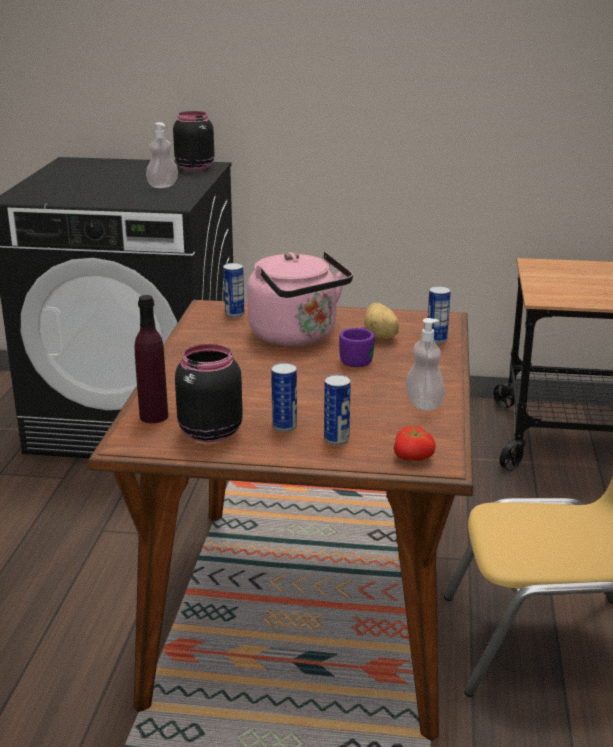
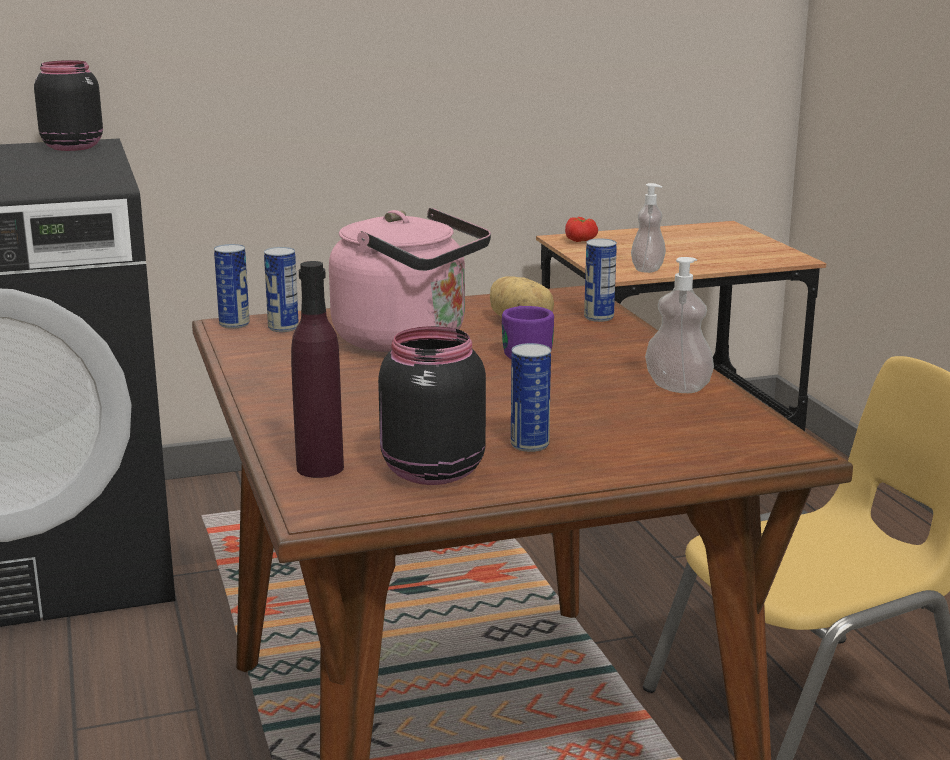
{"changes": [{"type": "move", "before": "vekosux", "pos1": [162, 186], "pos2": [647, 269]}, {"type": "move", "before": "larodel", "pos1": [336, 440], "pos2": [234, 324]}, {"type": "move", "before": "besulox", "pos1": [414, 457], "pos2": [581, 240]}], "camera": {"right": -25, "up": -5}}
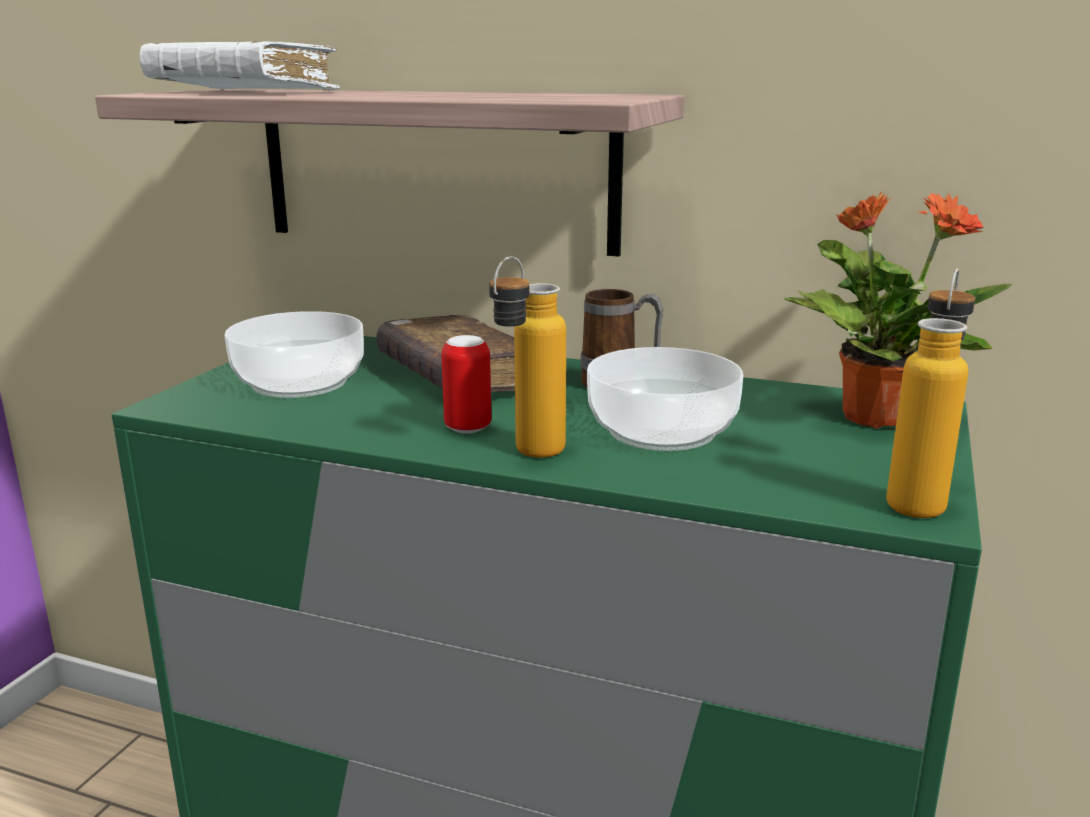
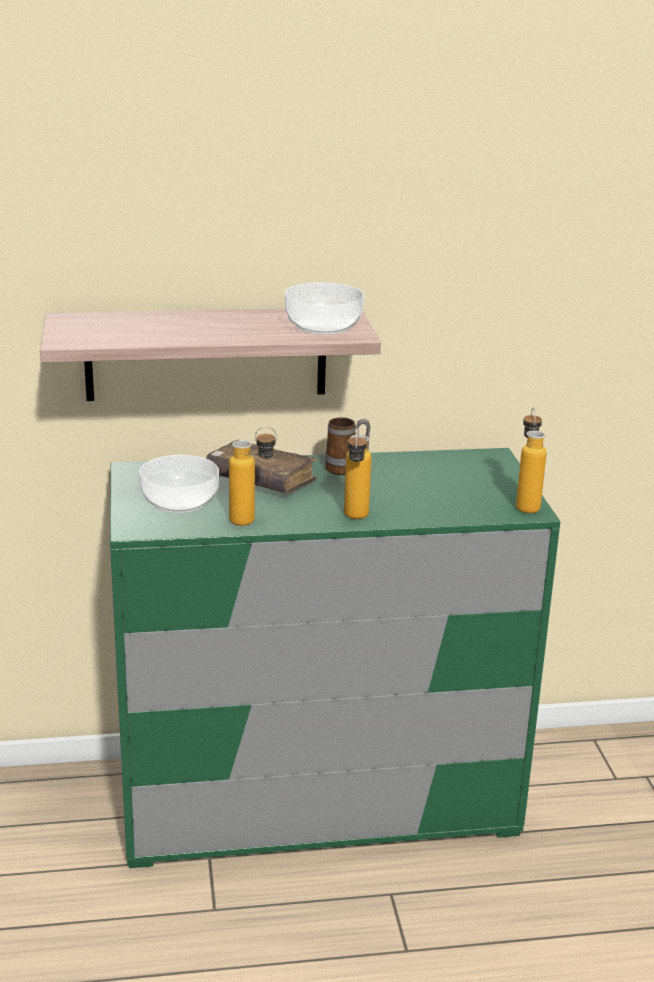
{"changes": [{"type": "delete", "before": "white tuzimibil", "pos1": [242, 92]}, {"type": "delete", "before": "larodel", "pos1": [468, 428]}, {"type": "move", "before": "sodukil", "pos1": [660, 431], "pos2": [323, 326]}, {"type": "delete", "before": "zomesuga", "pos1": [874, 416]}, {"type": "insert", "after": "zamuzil", "pos2": [252, 521]}], "camera": {"right": -30, "up": 5}}
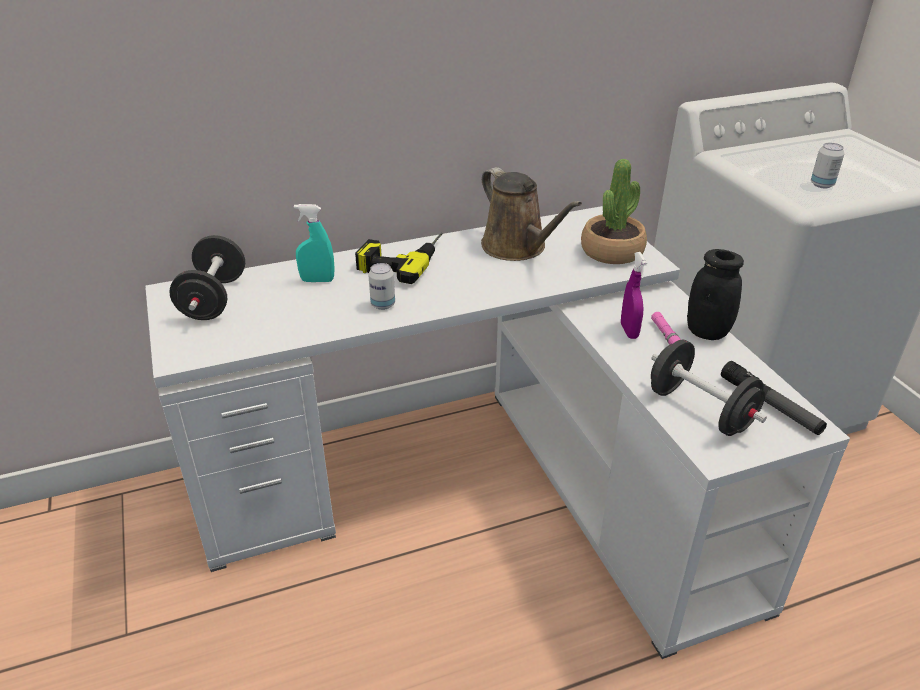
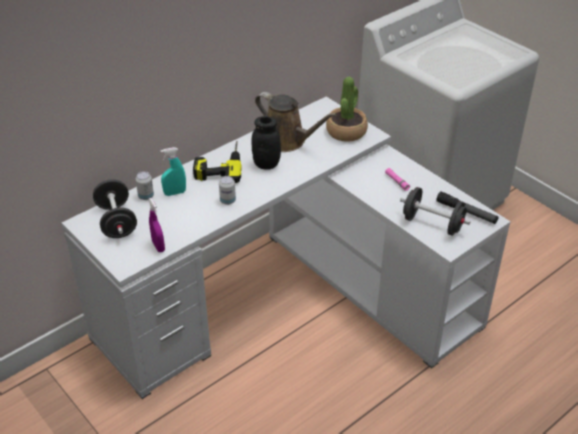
{"changes": [{"type": "move", "before": "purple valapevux", "pos1": [629, 331], "pos2": [158, 246]}, {"type": "move", "before": "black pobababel", "pos1": [707, 332], "pos2": [266, 164]}, {"type": "move", "before": "larodel", "pos1": [822, 185], "pos2": [146, 196]}], "camera": {"right": -20, "up": 5}}
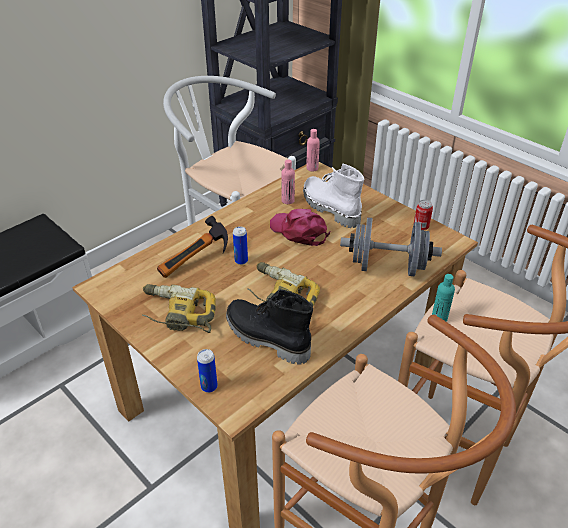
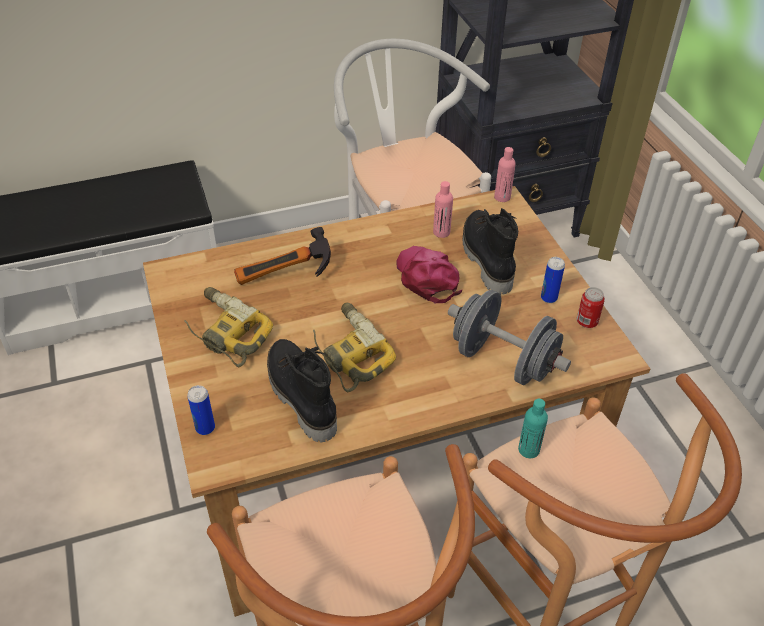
{"changes": [{"type": "move", "before": "larodel", "pos1": [241, 261], "pos2": [548, 298]}, {"type": "recolor", "before": "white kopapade", "after": "black kopapade", "pos1": [329, 209], "pos2": [485, 259]}], "camera": {"right": 25, "up": 5}}
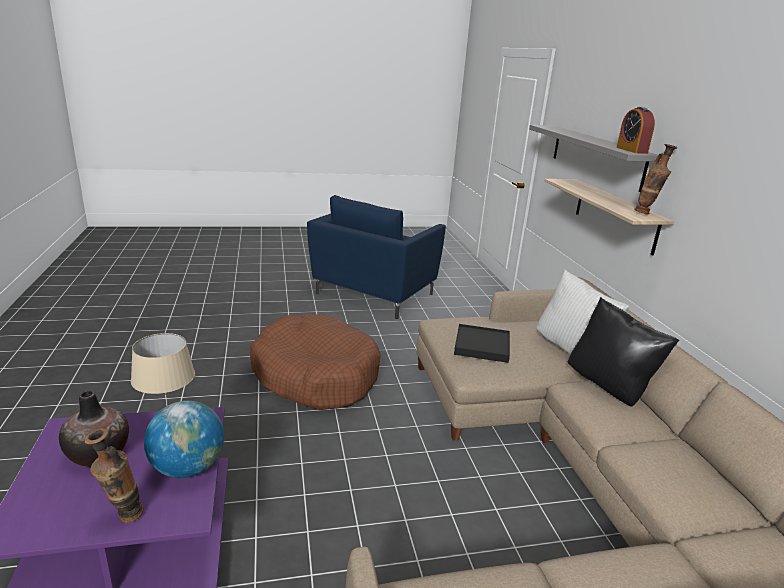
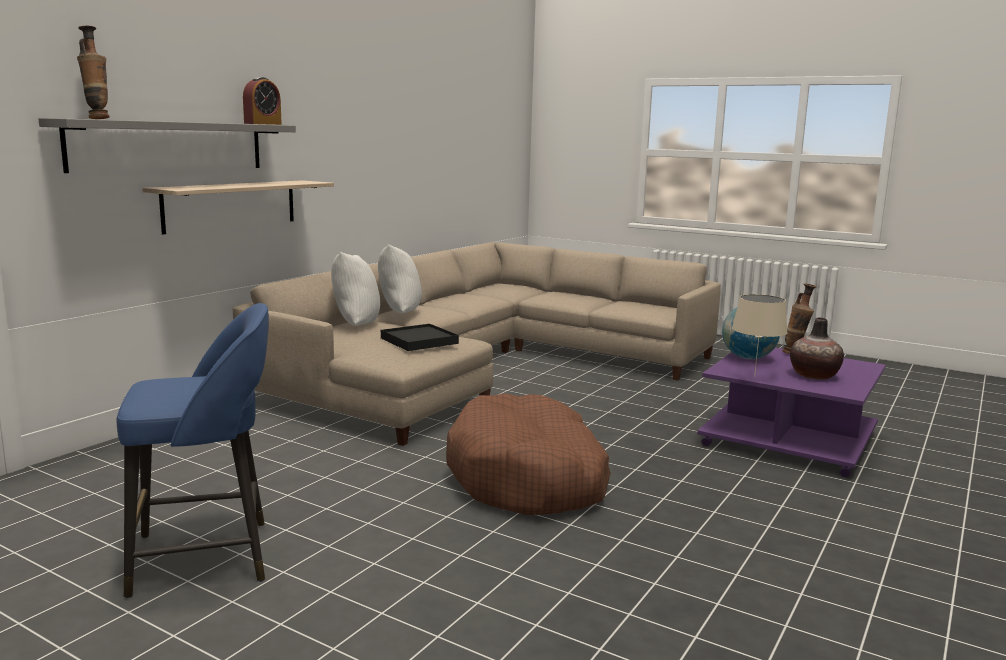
{"changes": [{"type": "replace", "before": "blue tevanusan", "after": "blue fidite", "pos1": [372, 294], "pos2": [206, 557]}, {"type": "recolor", "before": "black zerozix", "after": "white zerozix", "pos1": [609, 387], "pos2": [398, 314]}, {"type": "move", "before": "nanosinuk", "pos1": [646, 213], "pos2": [97, 119]}], "camera": {"right": -135, "up": -10}}
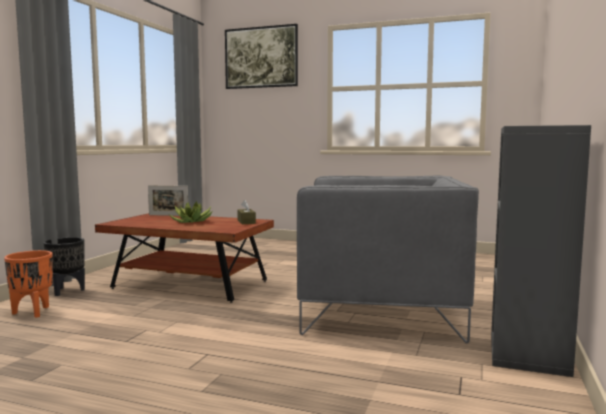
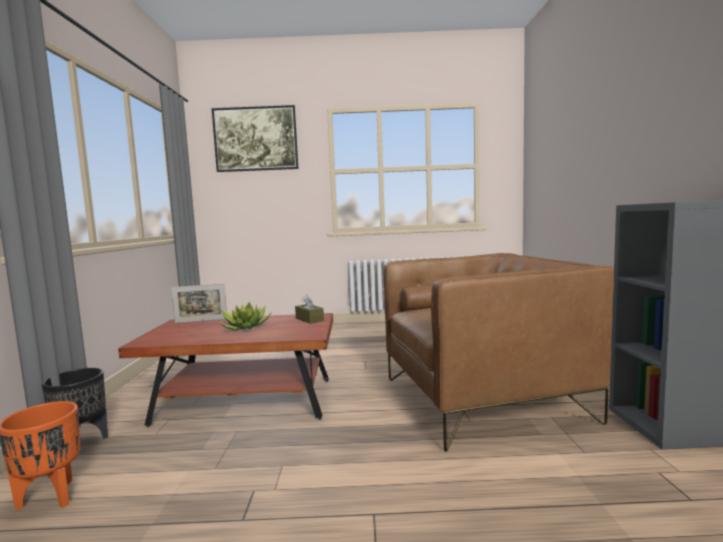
{"changes": [{"type": "recolor", "before": "grey tevanusan", "after": "brown tevanusan", "pos1": [381, 311], "pos2": [483, 399]}], "camera": {"right": -20, "up": 0}}
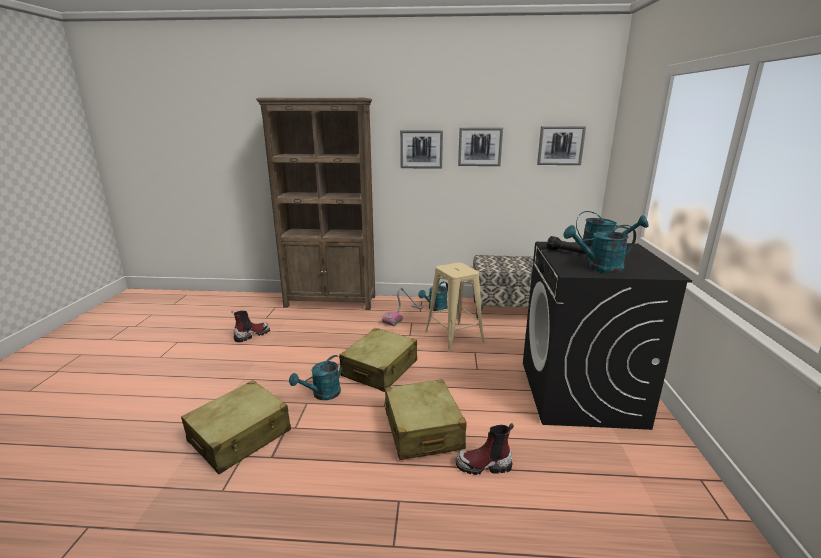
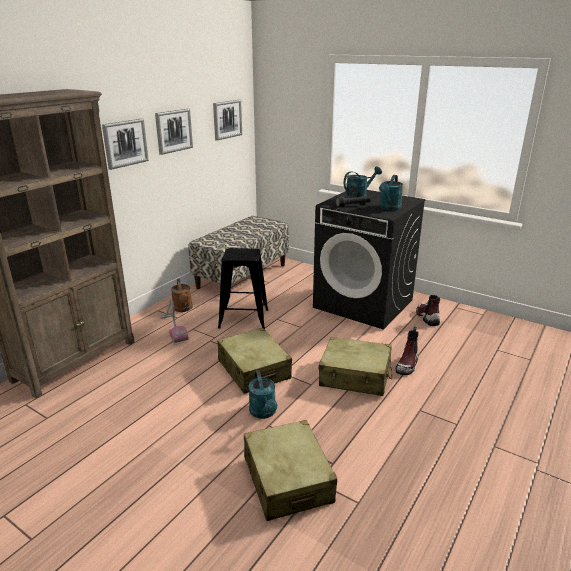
{"changes": [{"type": "move", "before": "kopapade", "pos1": [252, 335], "pos2": [427, 317]}, {"type": "recolor", "before": "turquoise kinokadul", "after": "brown kinokadul", "pos1": [435, 309], "pos2": [183, 309]}, {"type": "recolor", "before": "beige fidite", "after": "black fidite", "pos1": [454, 337], "pos2": [244, 318]}], "camera": {"right": -60, "up": 5}}
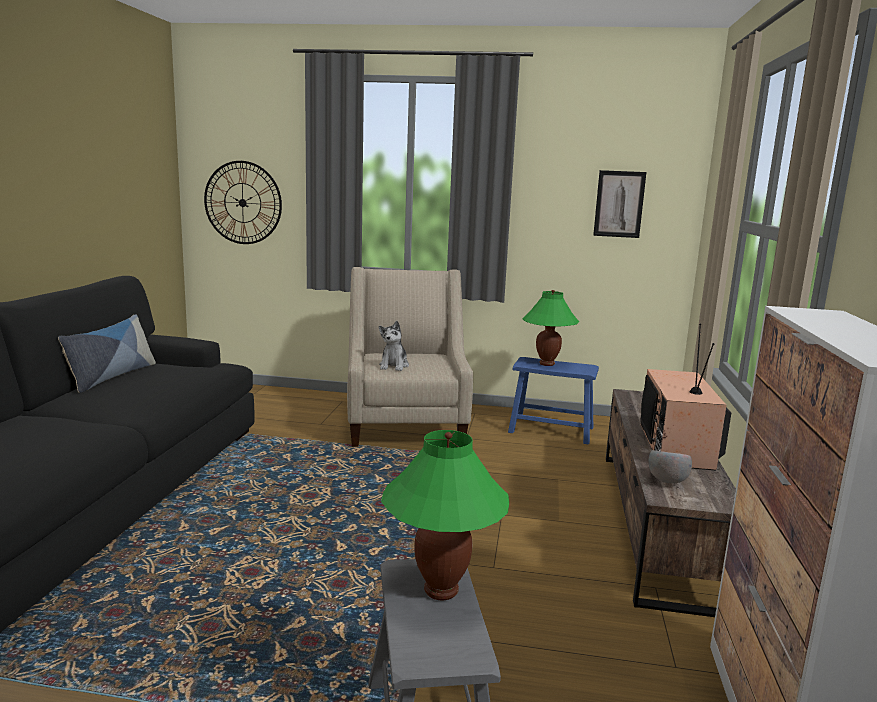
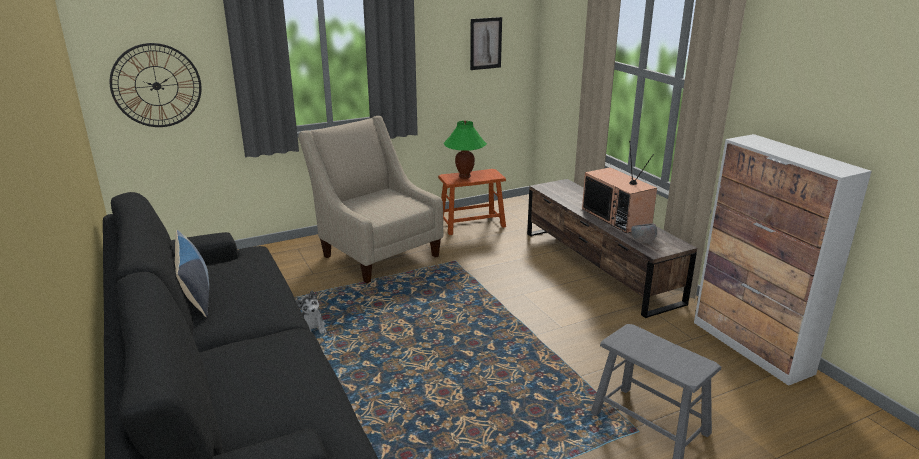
{"changes": [{"type": "move", "before": "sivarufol", "pos1": [394, 366], "pos2": [312, 328]}, {"type": "delete", "before": "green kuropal", "pos1": [441, 591]}, {"type": "recolor", "before": "blue fidite", "after": "brown fidite", "pos1": [551, 430], "pos2": [471, 223]}], "camera": {"right": -35, "up": 10}}
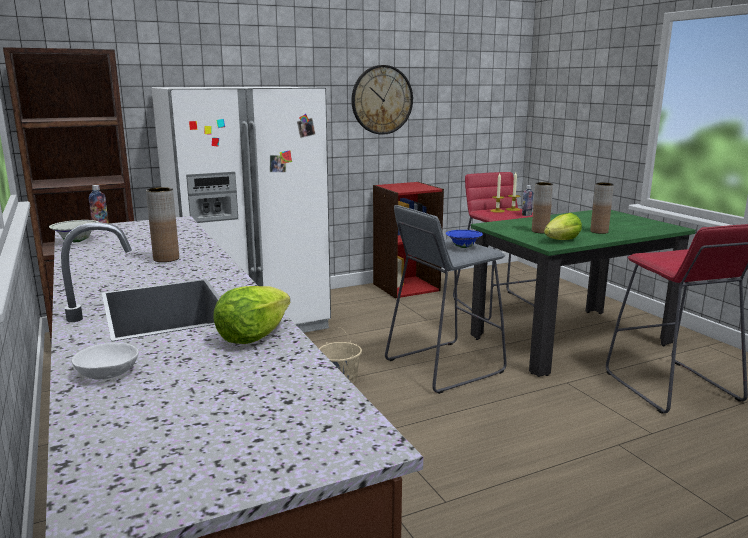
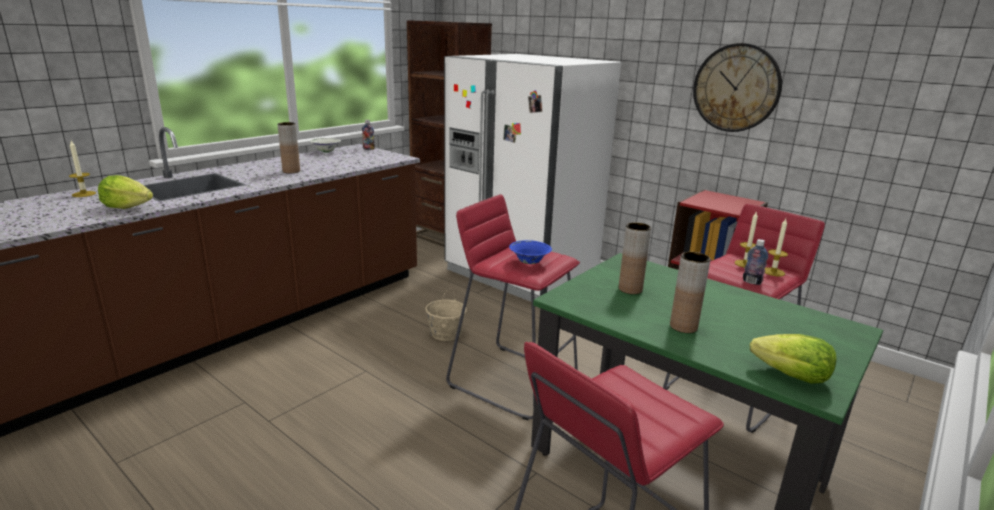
{"changes": [{"type": "replace", "before": "white sodukil", "after": "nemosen", "pos1": [110, 372], "pos2": [84, 194]}, {"type": "recolor", "before": "grey fidite", "after": "red fidite", "pos1": [443, 366], "pos2": [512, 380]}, {"type": "move", "before": "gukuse", "pos1": [562, 240], "pos2": [791, 376]}], "camera": {"right": 65, "up": 5}}
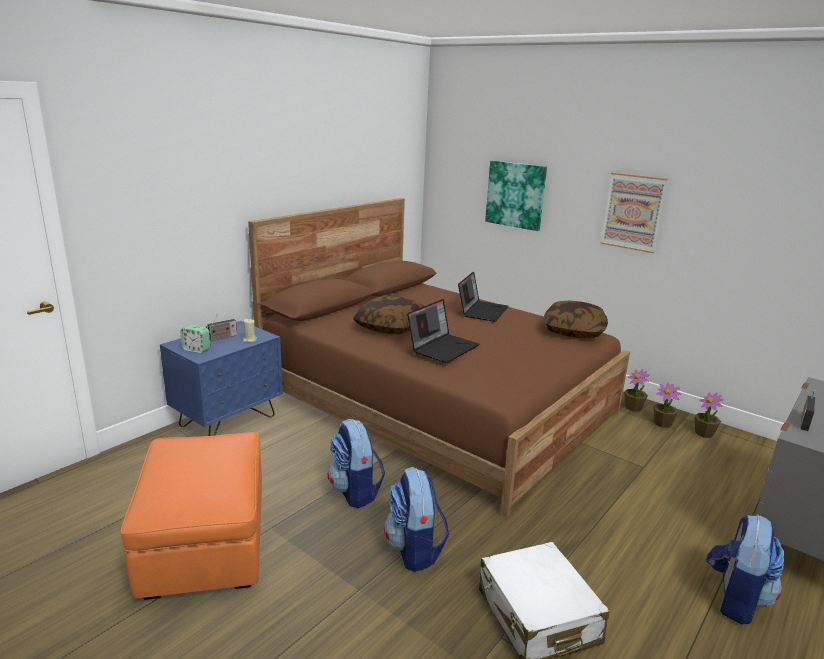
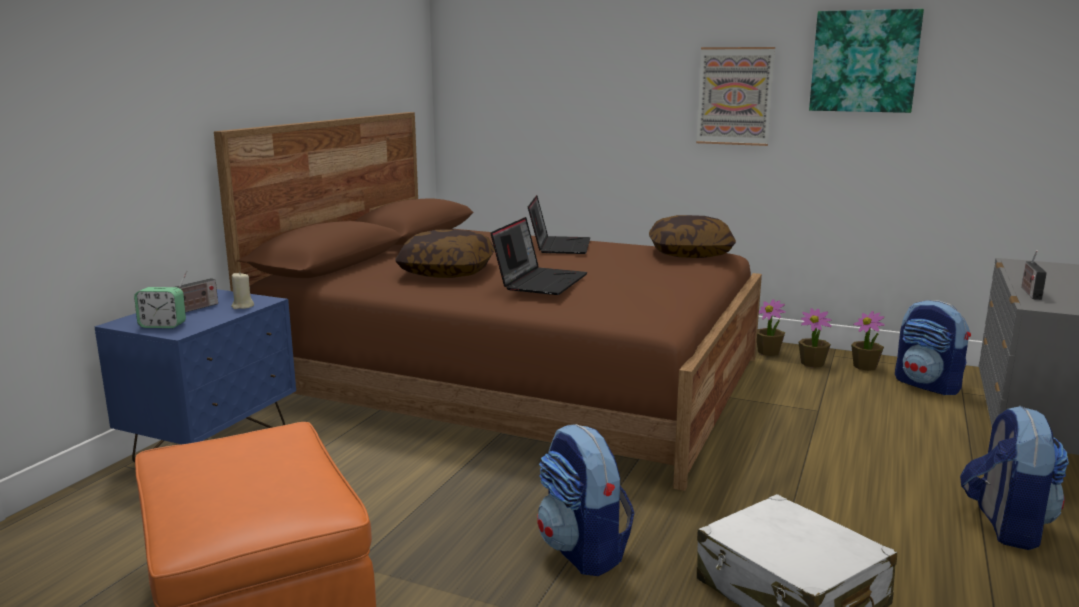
{"changes": [{"type": "move", "before": "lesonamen", "pos1": [355, 491], "pos2": [928, 385]}, {"type": "move", "before": "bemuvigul", "pos1": [516, 195], "pos2": [864, 61]}], "camera": {"right": -15, "up": -5}}
